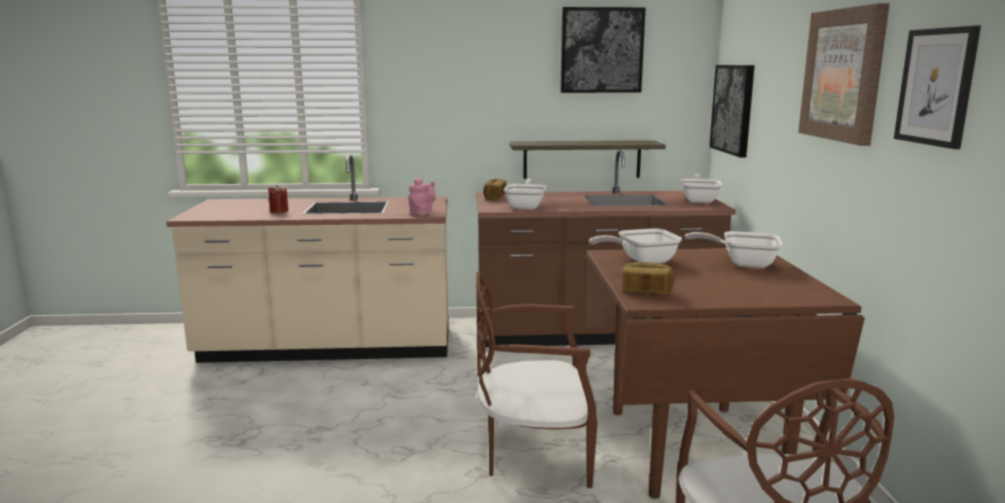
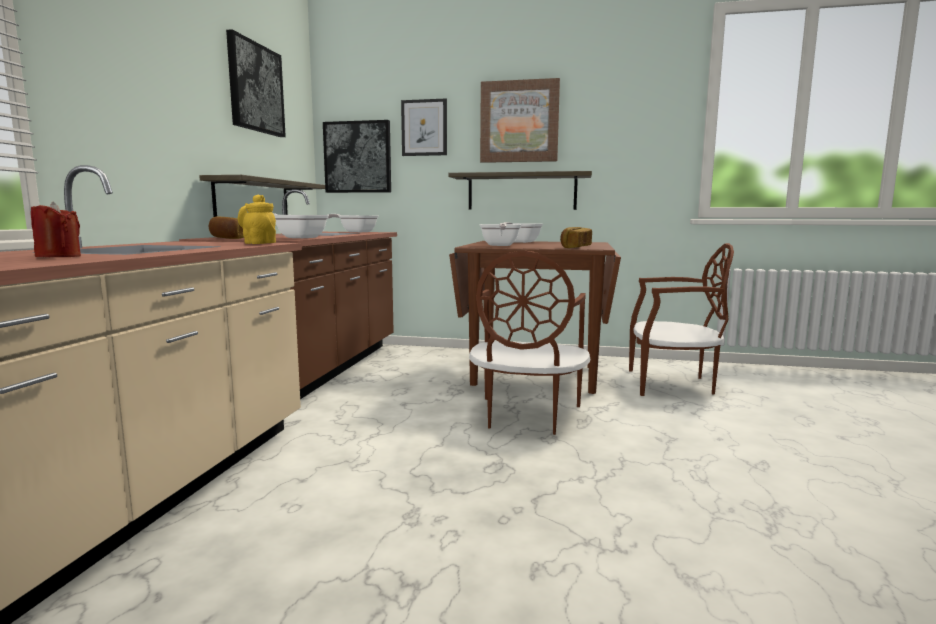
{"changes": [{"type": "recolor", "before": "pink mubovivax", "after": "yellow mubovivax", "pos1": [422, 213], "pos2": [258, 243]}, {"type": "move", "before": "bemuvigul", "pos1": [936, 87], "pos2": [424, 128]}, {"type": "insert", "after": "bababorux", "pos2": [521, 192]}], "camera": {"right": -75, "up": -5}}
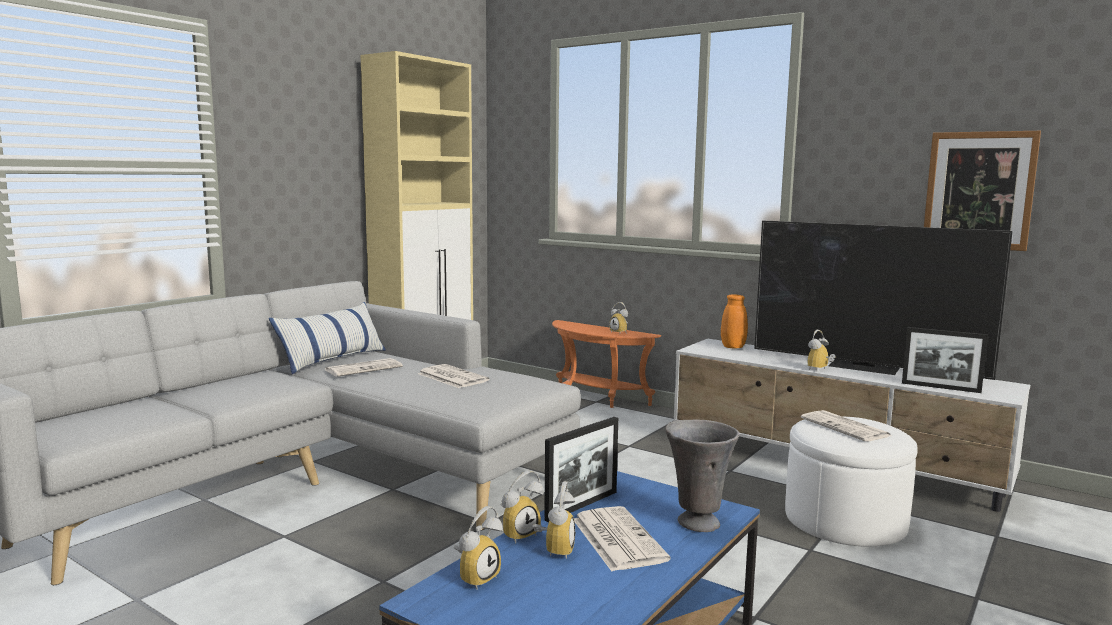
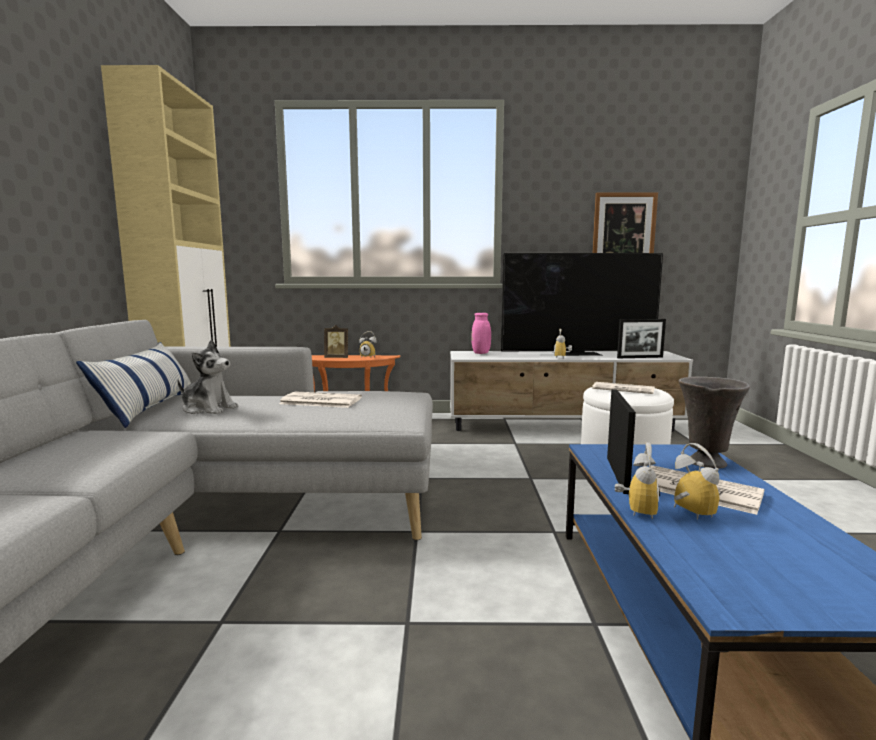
{"changes": [{"type": "replace", "before": "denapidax", "after": "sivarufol", "pos1": [364, 368], "pos2": [208, 409]}, {"type": "delete", "before": "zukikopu", "pos1": [476, 577]}, {"type": "recolor", "before": "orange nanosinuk", "after": "pink nanosinuk", "pos1": [732, 348], "pos2": [481, 353]}, {"type": "insert", "after": "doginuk", "pos2": [337, 358]}], "camera": {"right": -35, "up": 0}}
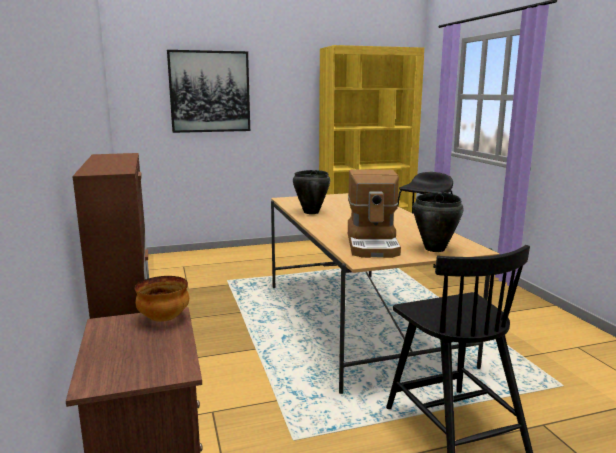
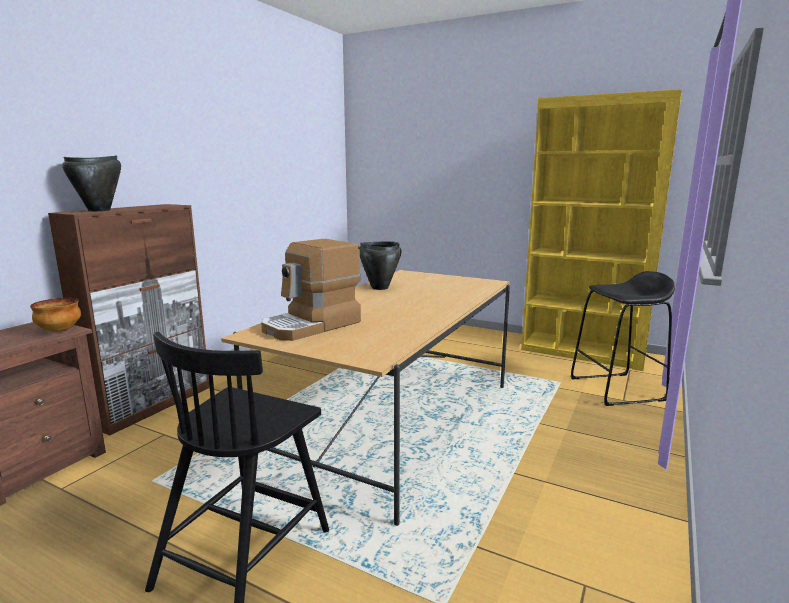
{"changes": [{"type": "delete", "before": "bemuvigul", "pos1": [210, 92]}, {"type": "move", "before": "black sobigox", "pos1": [435, 249], "pos2": [99, 210]}], "camera": {"right": 45, "up": 0}}
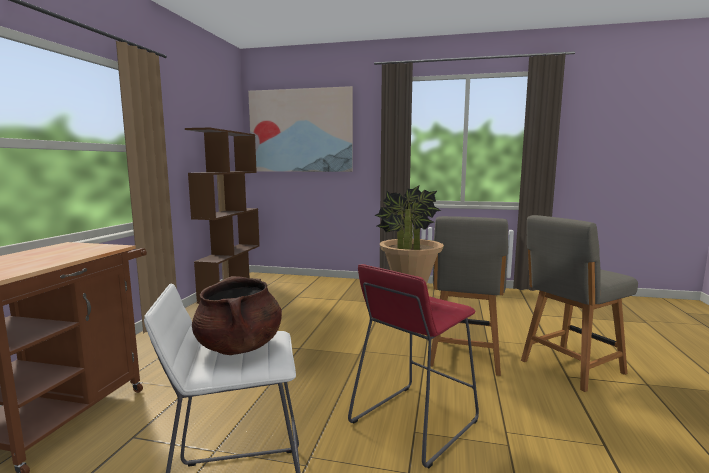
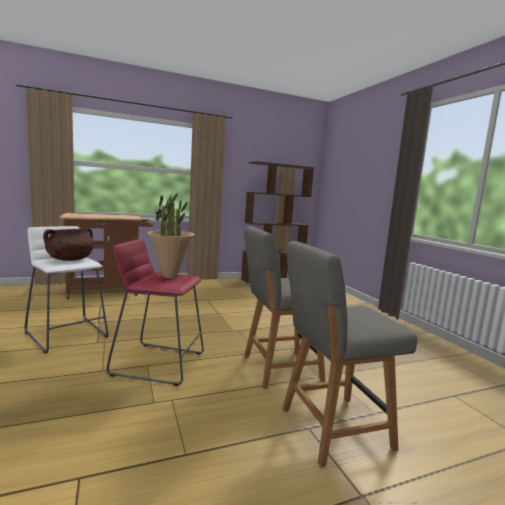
{"changes": [{"type": "delete", "before": "bemuvigul", "pos1": [300, 131]}, {"type": "rotate", "before": "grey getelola", "pos1": [569, 368], "pos2": [332, 428], "turn": -45}], "camera": {"right": 55, "up": 0}}
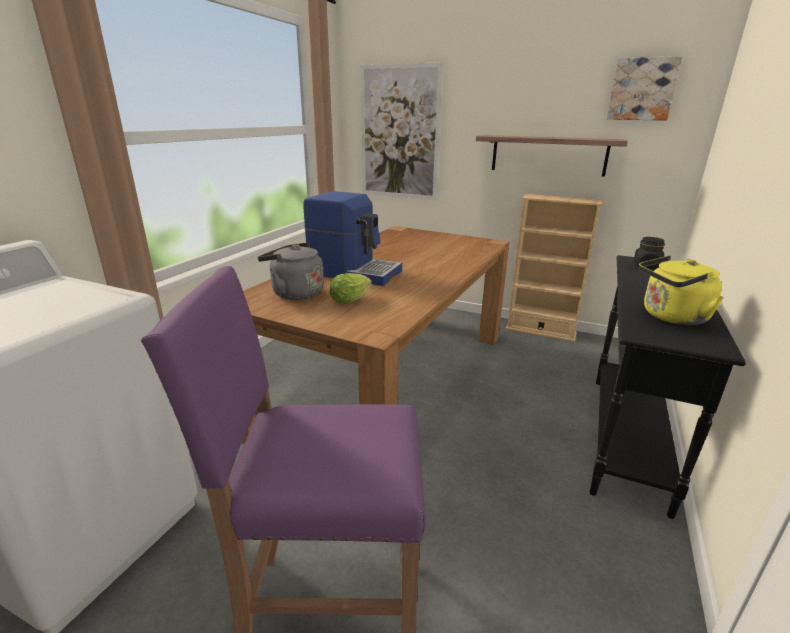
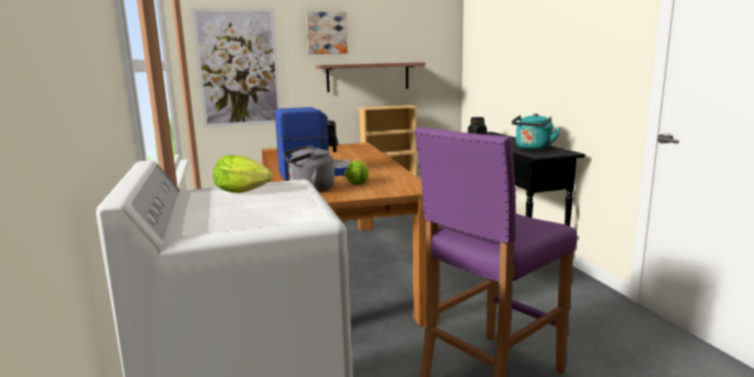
{"changes": [{"type": "move", "before": "bemuvigul", "pos1": [642, 89], "pos2": [326, 33]}, {"type": "recolor", "before": "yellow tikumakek", "after": "turquoise tikumakek", "pos1": [671, 317], "pos2": [533, 148]}, {"type": "insert", "after": "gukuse", "pos2": [245, 192]}], "camera": {"right": -40, "up": -10}}
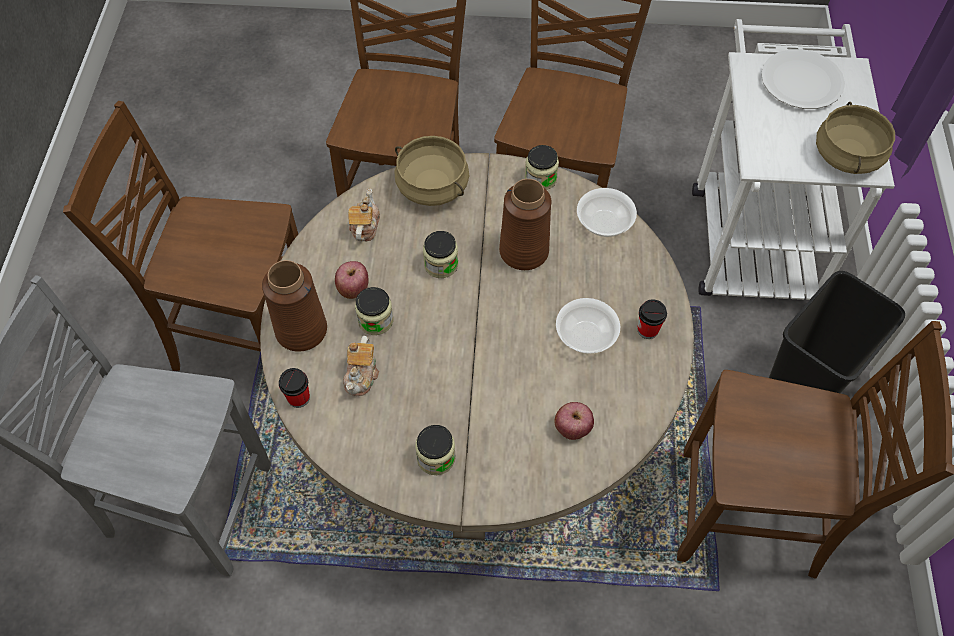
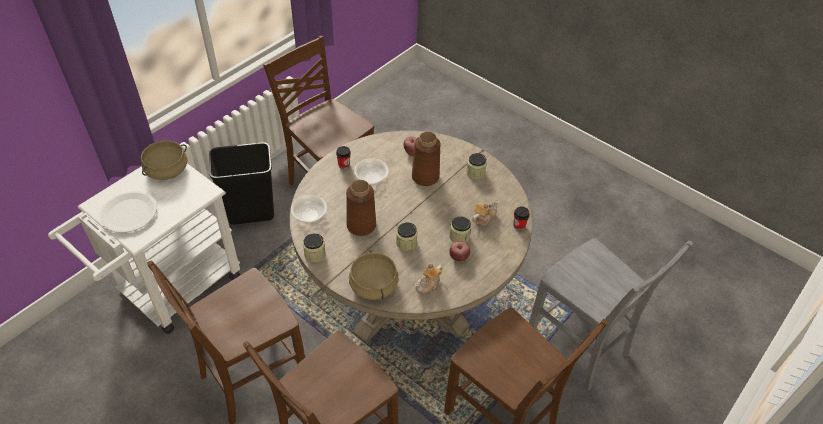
{"changes": [{"type": "move", "before": "brown nanosinuk", "pos1": [301, 330], "pos2": [425, 177]}], "camera": {"right": -145, "up": -10}}
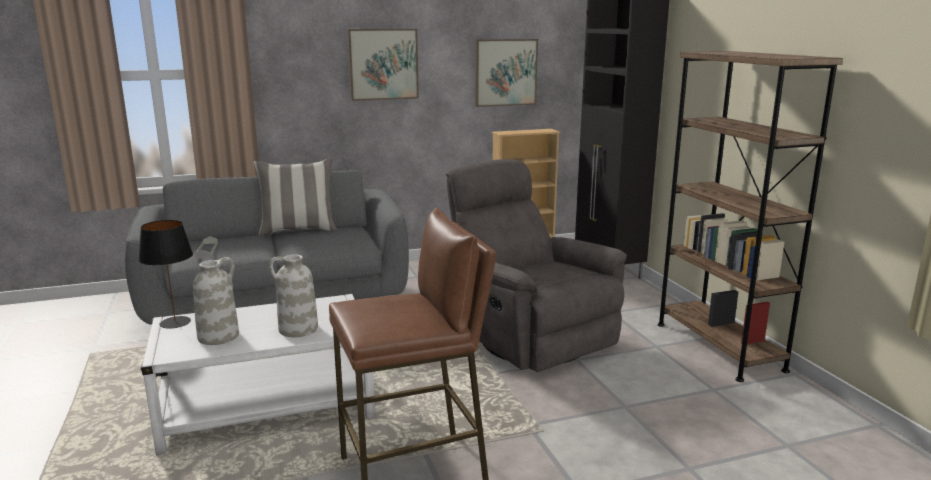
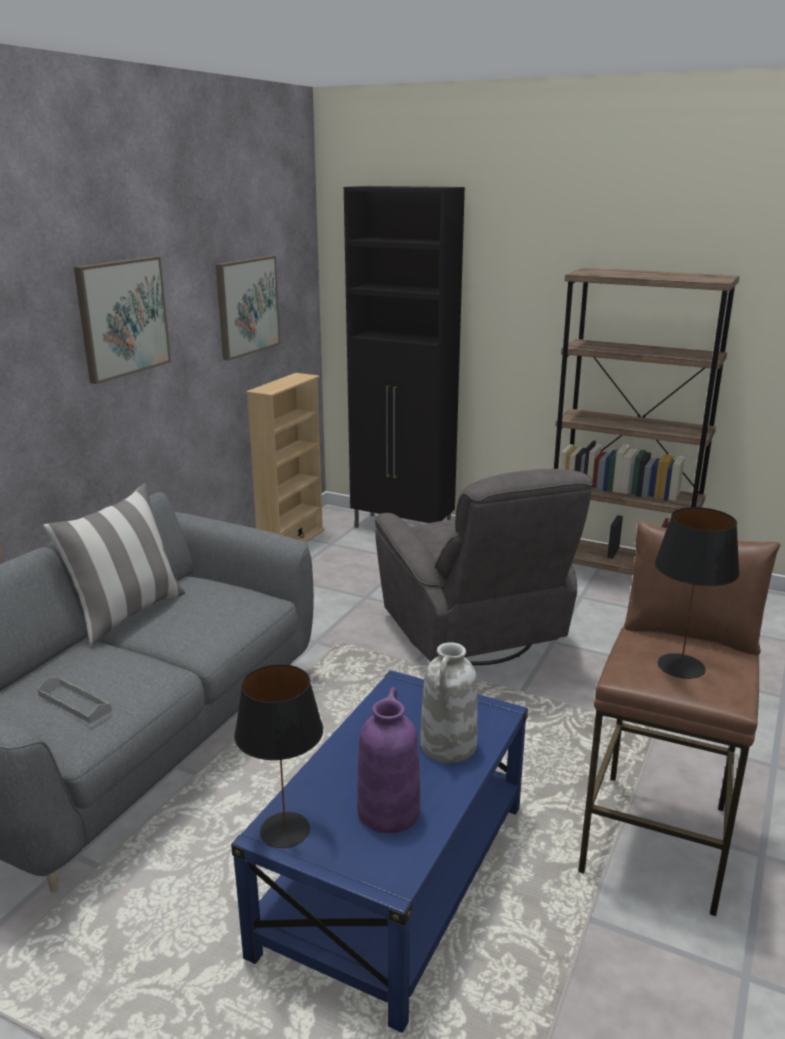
{"changes": [{"type": "recolor", "before": "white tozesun", "after": "blue tozesun", "pos1": [267, 407], "pos2": [395, 876]}, {"type": "recolor", "before": "white nanosinuk", "after": "purple nanosinuk", "pos1": [219, 336], "pos2": [388, 810]}, {"type": "rotate", "before": "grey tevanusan", "pos1": [528, 336], "pos2": [475, 638], "turn": -120}, {"type": "insert", "after": "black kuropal", "pos2": [681, 666]}], "camera": {"right": -45, "up": 5}}
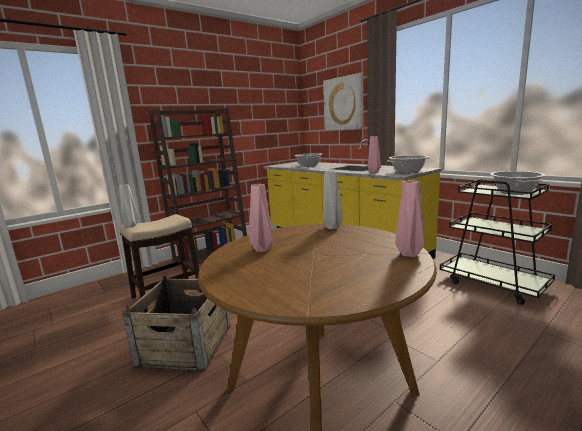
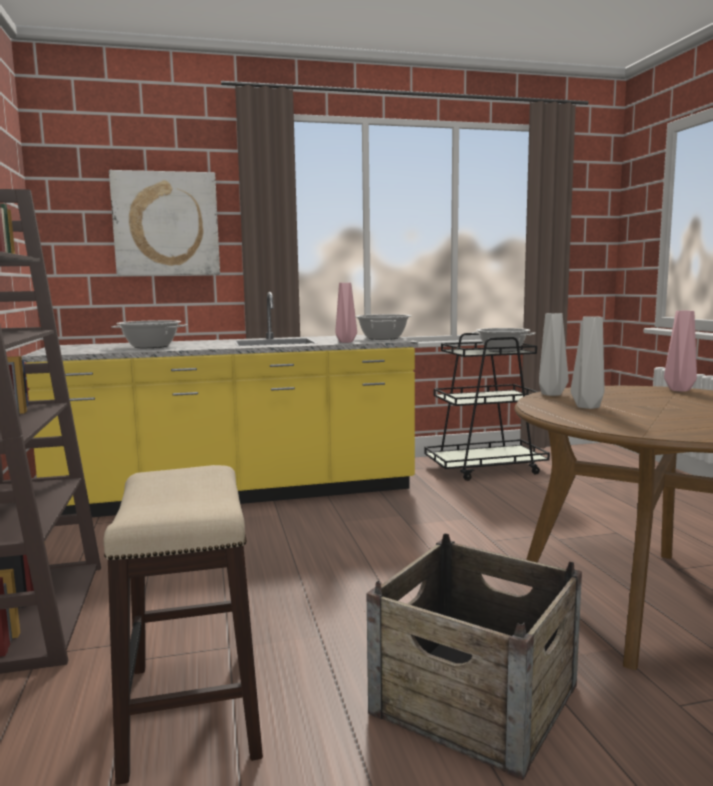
{"changes": [{"type": "move", "before": "grey nanosinuk", "pos1": [132, 225], "pos2": [586, 406]}, {"type": "delete", "before": "pink nanosinuk", "pos1": [262, 249]}], "camera": {"right": -65, "up": -5}}
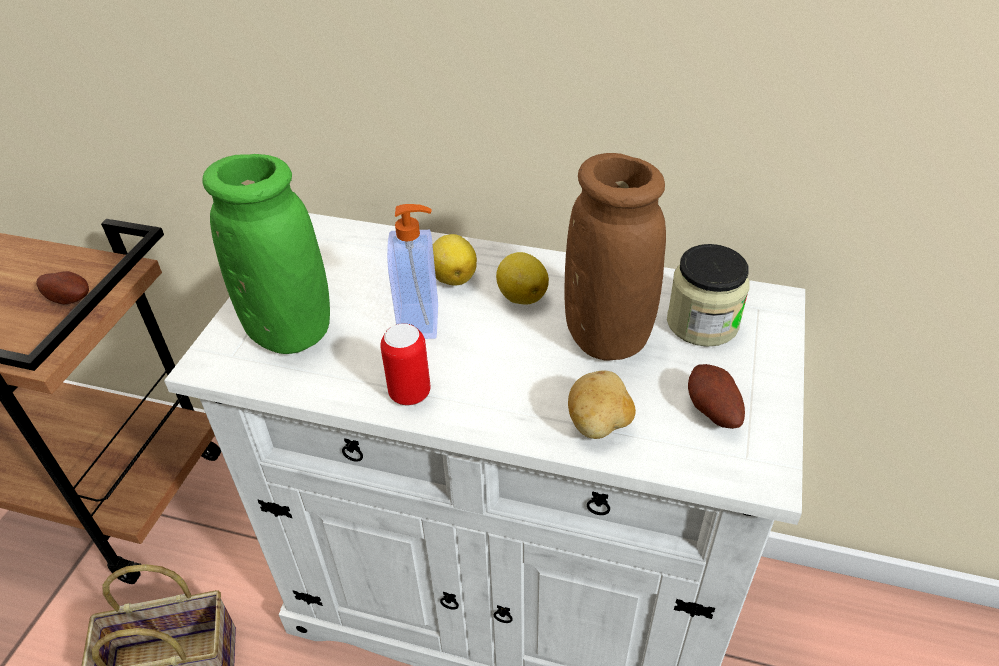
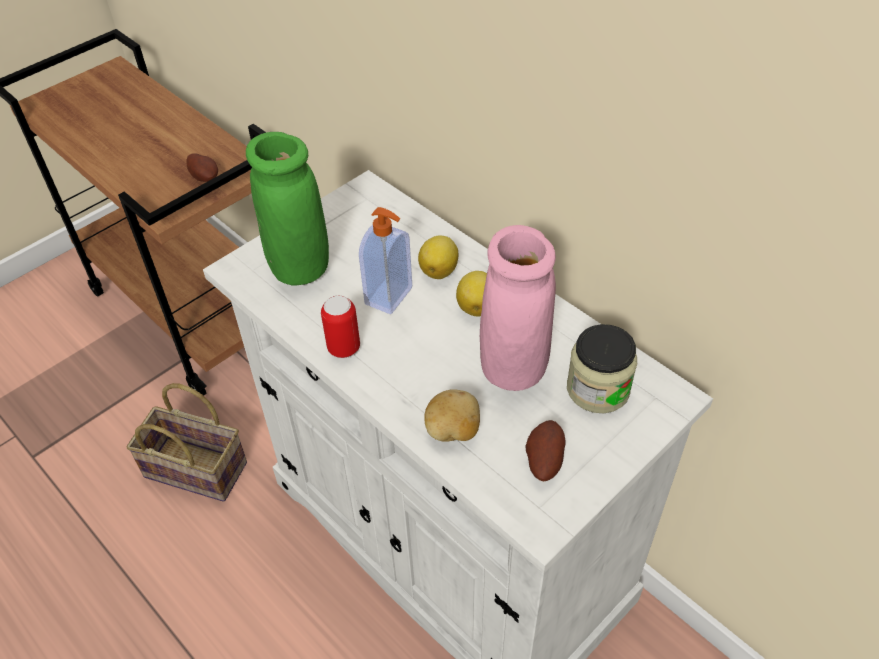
{"changes": [{"type": "recolor", "before": "brown nanosinuk", "after": "pink nanosinuk", "pos1": [606, 336], "pos2": [514, 366]}], "camera": {"right": 30, "up": 5}}
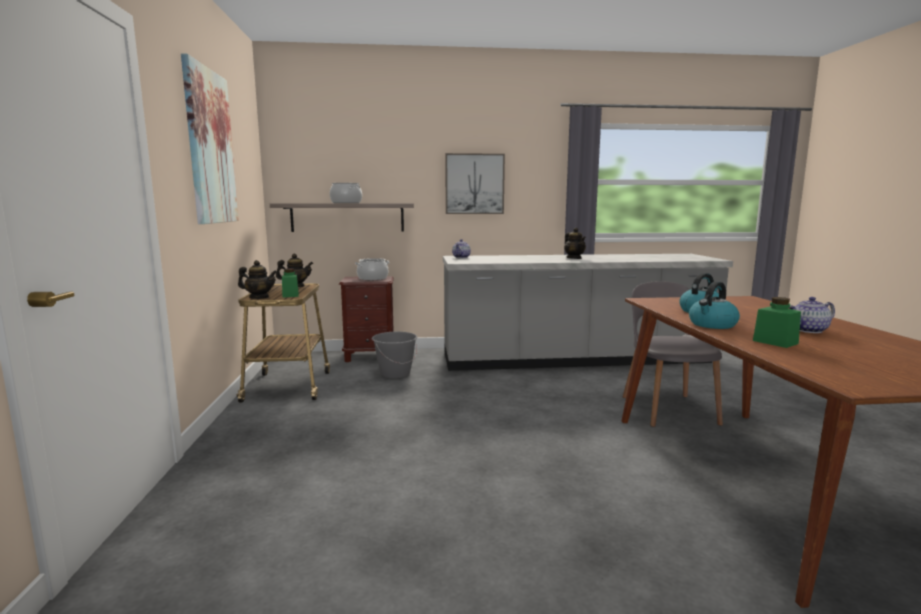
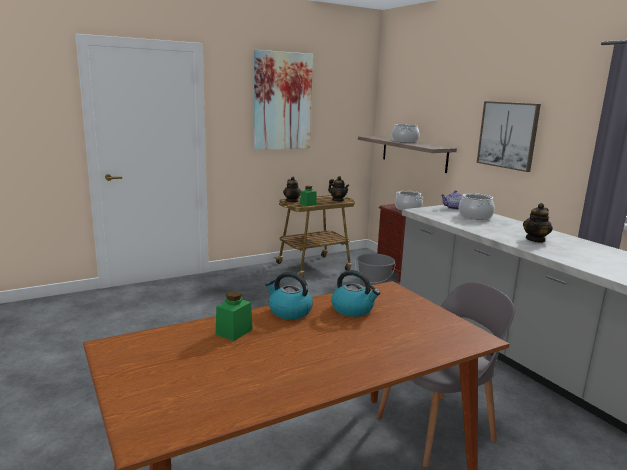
{"changes": [{"type": "delete", "before": "mubovivax", "pos1": [809, 330]}, {"type": "insert", "after": "sobigox", "pos2": [475, 216]}], "camera": {"right": 65, "up": 5}}
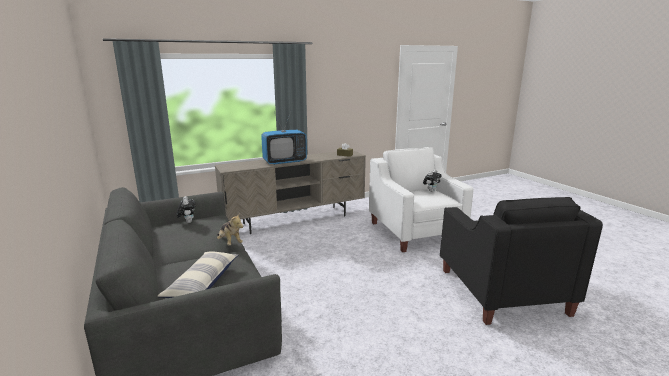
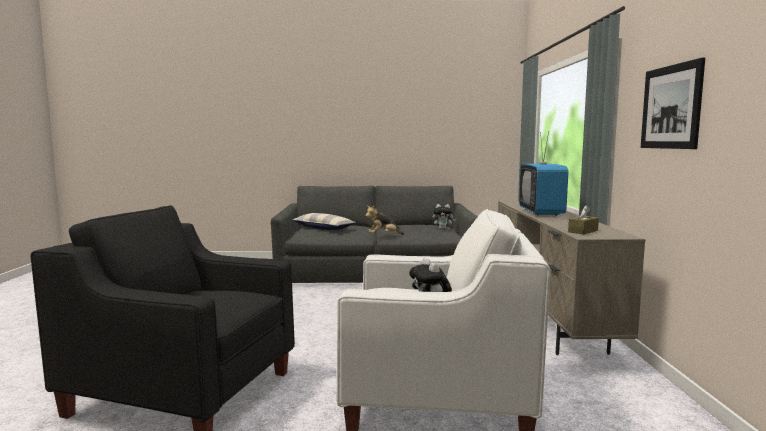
{"changes": [{"type": "insert", "after": "bemuvigul", "pos2": [671, 107]}], "camera": {"right": 115, "up": -10}}
